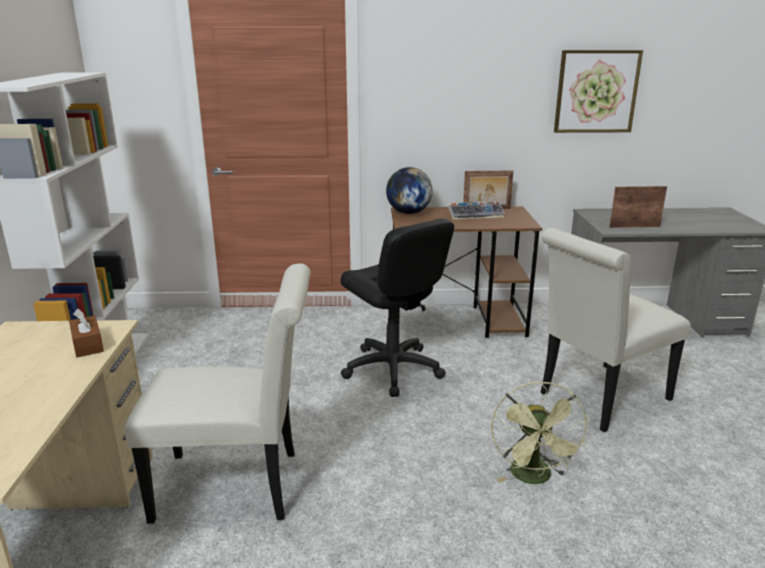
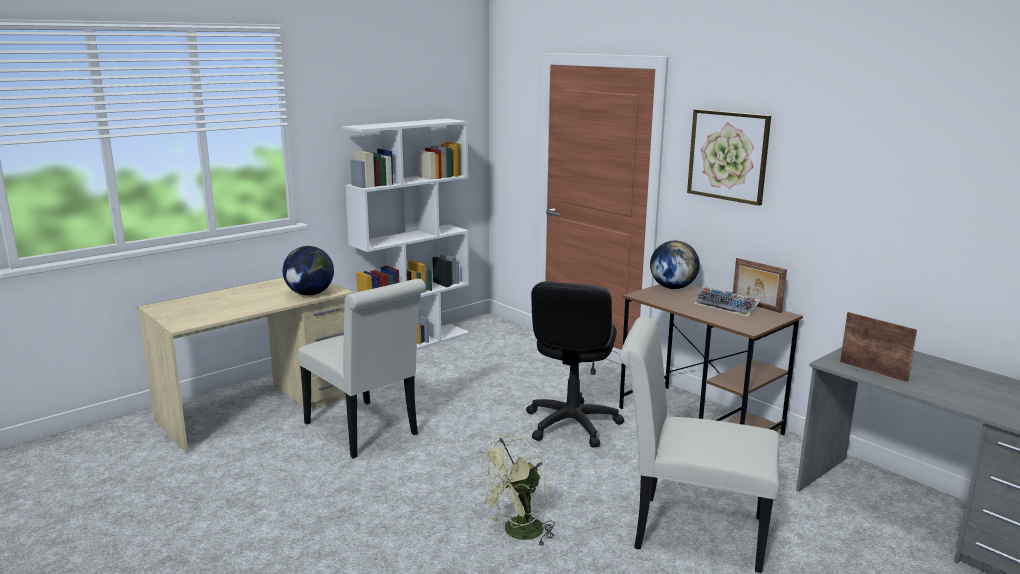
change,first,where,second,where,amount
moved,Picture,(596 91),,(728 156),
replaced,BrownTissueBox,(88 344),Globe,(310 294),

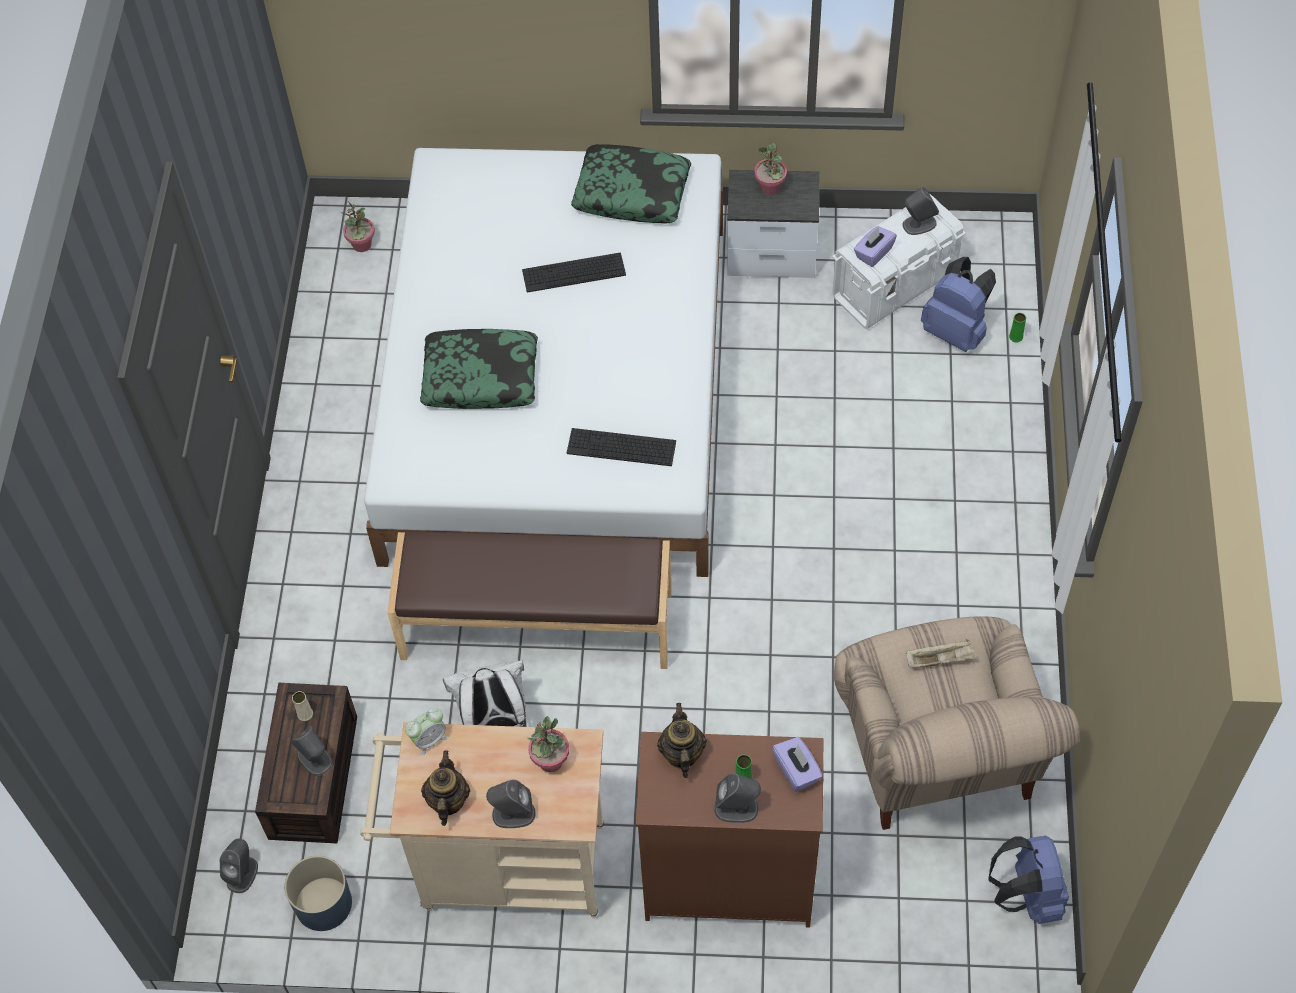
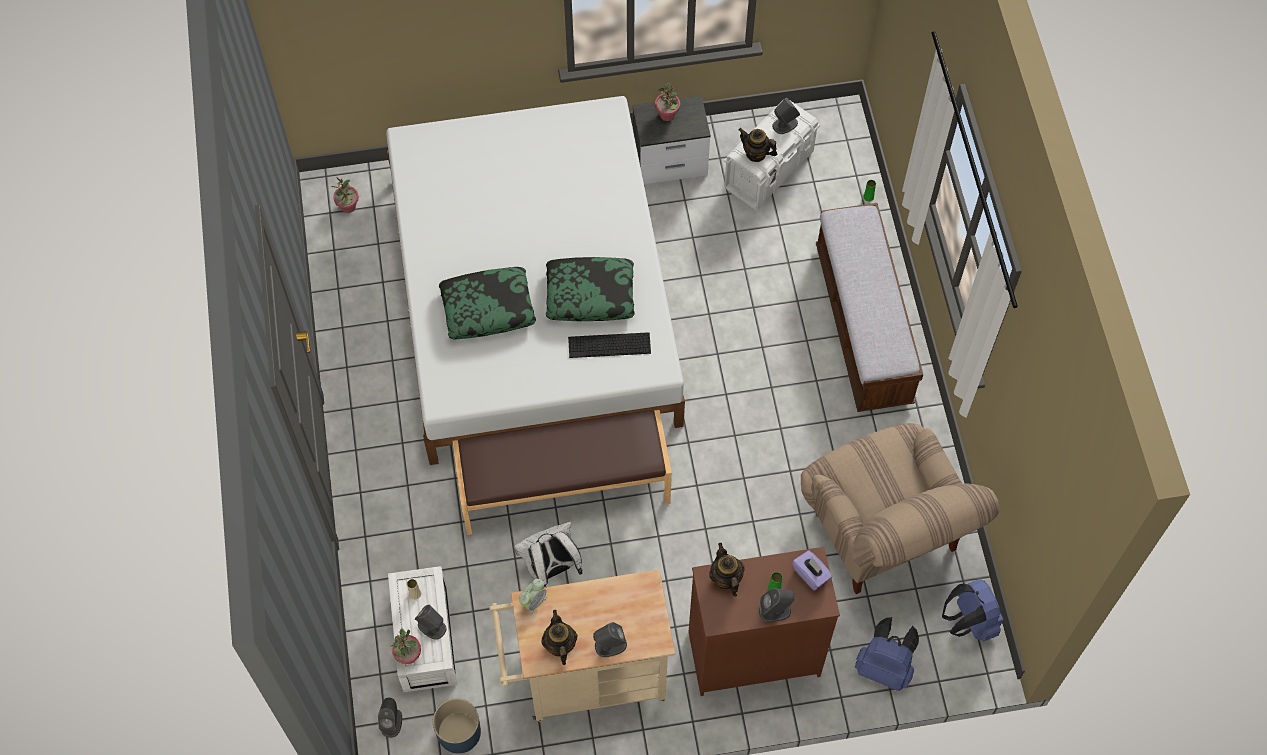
change,first,where,second,where,amount
removed,Keyboard,(574 272),,,
removed,BeigeTray,(940 659),,,
added,,,Bench,(862 325),
moved,PottedPlant,(550 761),,(408 656),
moved,Pillow,(632 192),,(590 294),
moved,BlueBackpack,(956 331),,(884 667),
replaced,PurpleTissueBox,(873 253),Teapot,(756 154),
recoloured,BrownStorageBox,(315 779),WhiteStorageBox,(427 639),

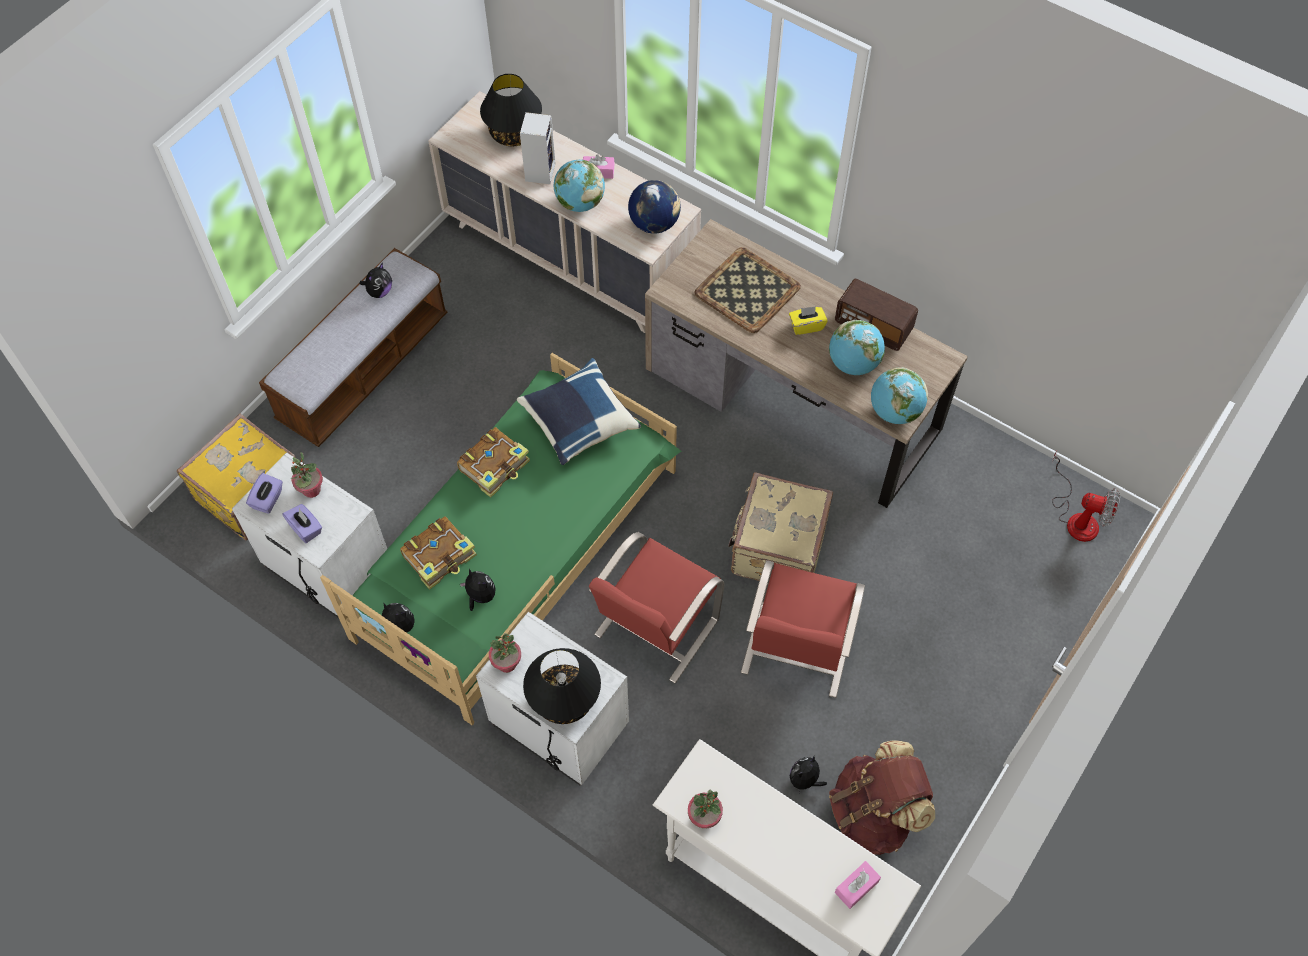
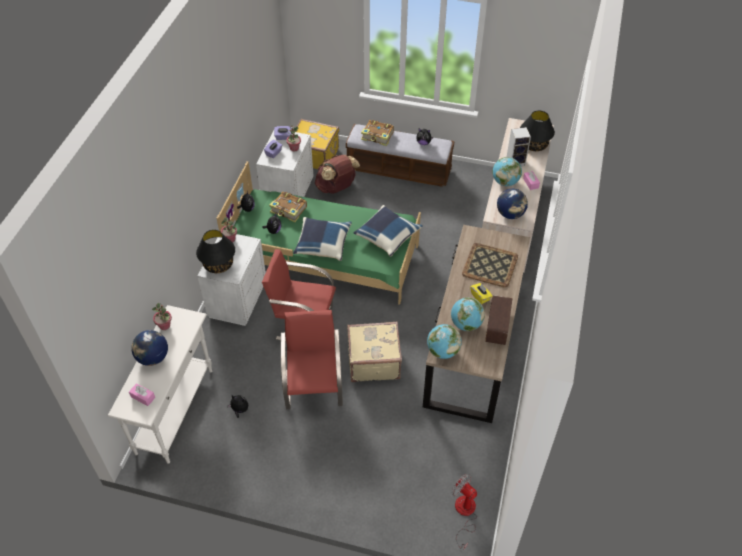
change,first,where,second,where,amount
added,,,Globe,(153 358),
added,,,BluePillow,(322 245),
moved,Book,(495 466),,(378 137),
moved,BrownBackpack,(874 812),,(336 188),
turned,RedChair,(796 650),,(314 387),90 degrees clockwise
turned,Fan,(1077 517),,(464 513),135 degrees clockwise

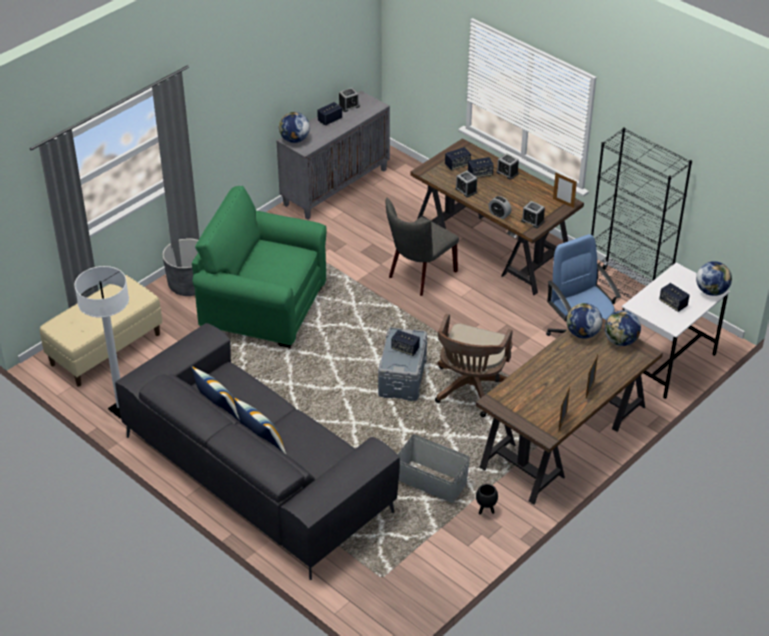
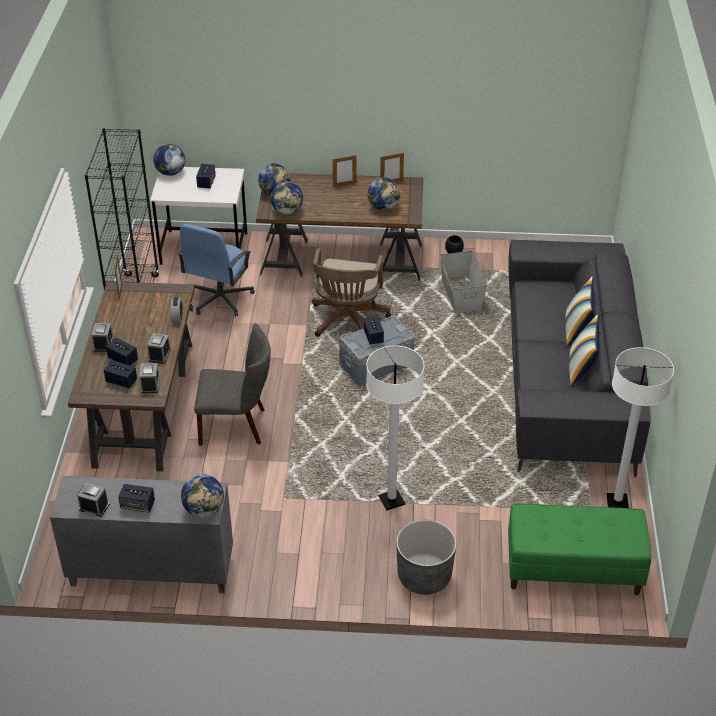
change,first,where,second,where,amount
added,,,Globe,(383 207),
moved,AlarmClock,(532 221),,(150 385),
replaced,GreenArmchair,(263 306),WhiteFloorLamp,(391 500),
recoloured,BeigeBench,(105 349),GreenBench,(572 570),
turned,BrownOfficeChair,(471 391),,(347 322),120 degrees clockwise

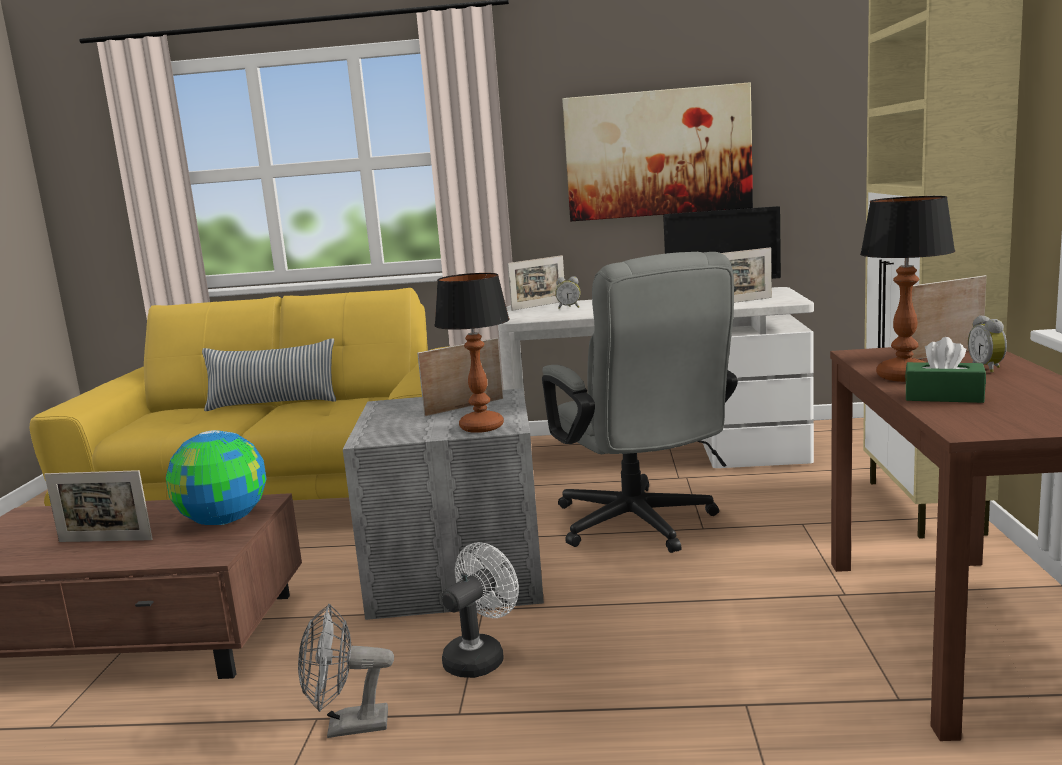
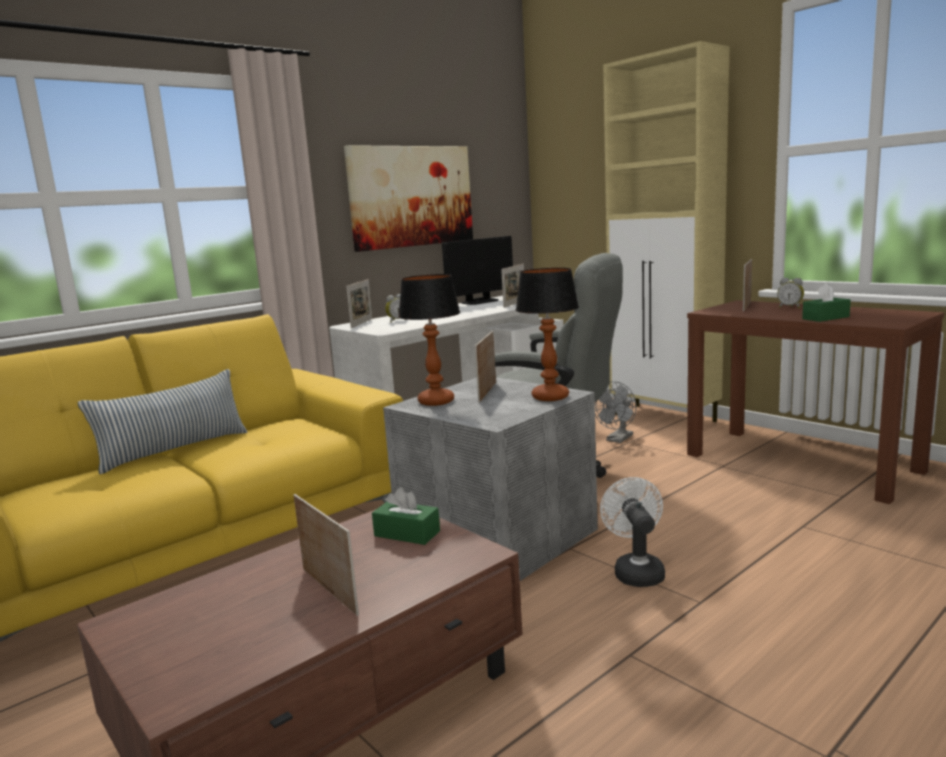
change,first,where,second,where,amount
moved,GreyFan,(347 727),,(617 439),
moved,TableLamp,(904 377),,(436 401),
replaced,Globe,(225 521),GreenTissueBox,(407 533),
turned,PictureFrame,(105 540),,(329 591),90 degrees counterclockwise

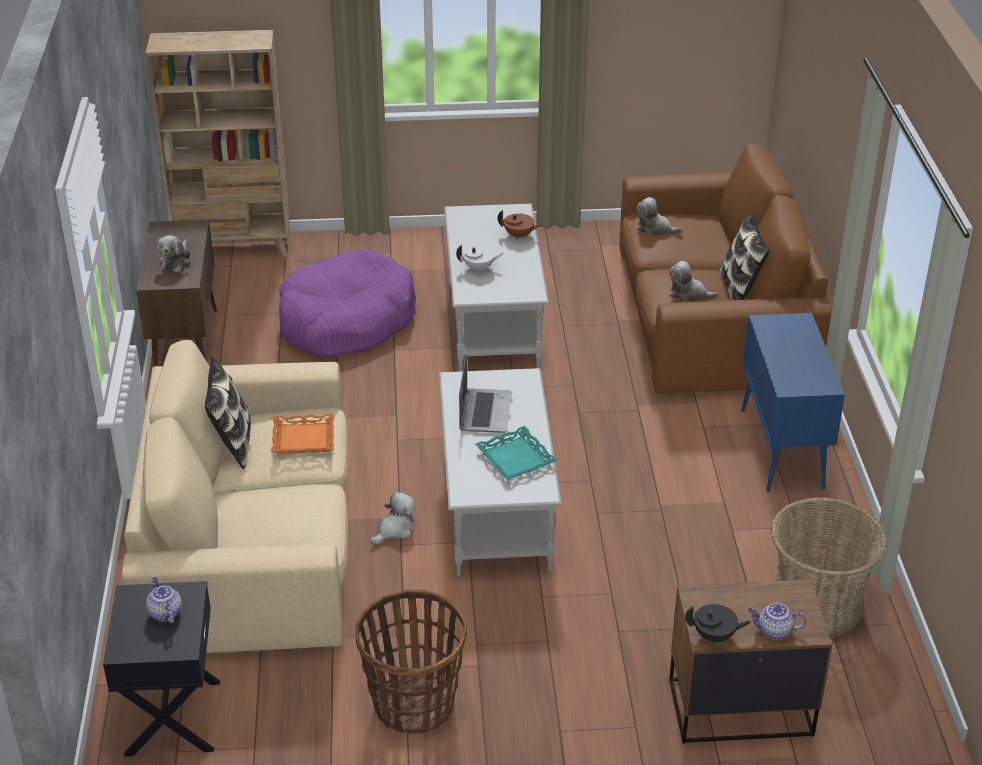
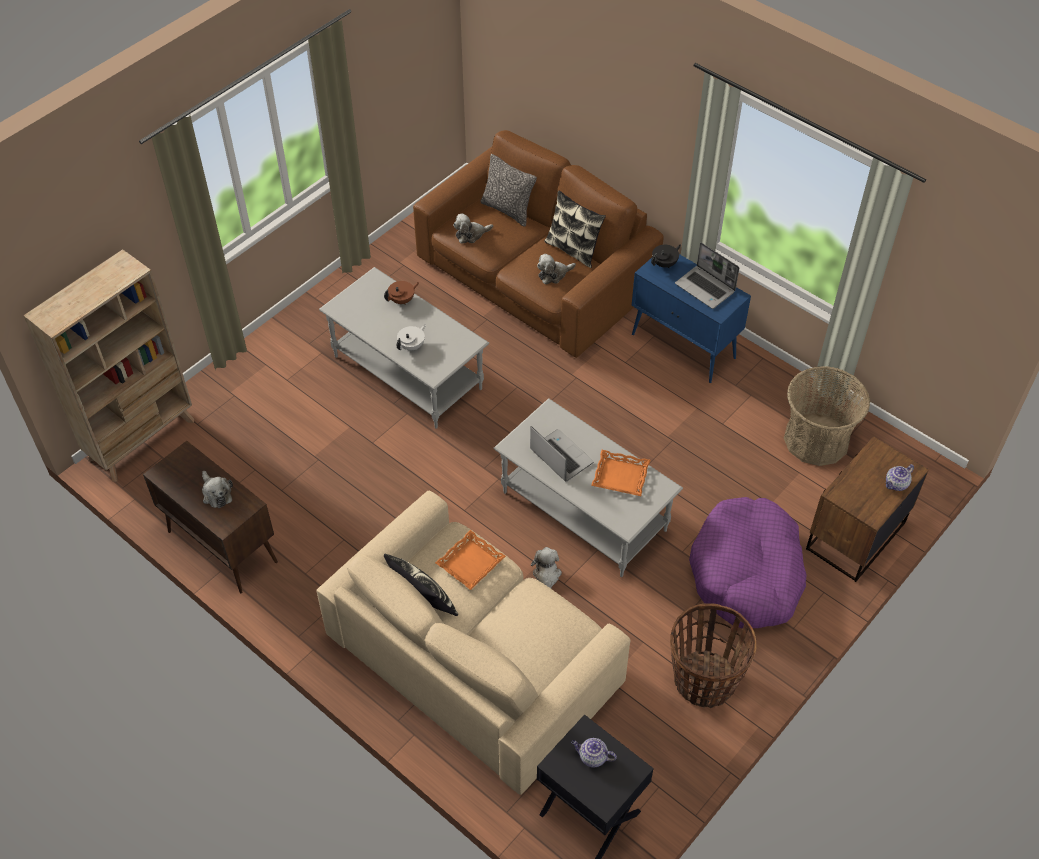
change,first,where,second,where,amount
added,,,Pillow,(508 210),
added,,,Laptop,(705 288),
moved,PurpleDogBed,(346 321),,(747 573),
moved,BlackTeapot,(714 636),,(665 264),
recoloured,TurquoiseTray,(515 458),OrangeTray,(620 477),

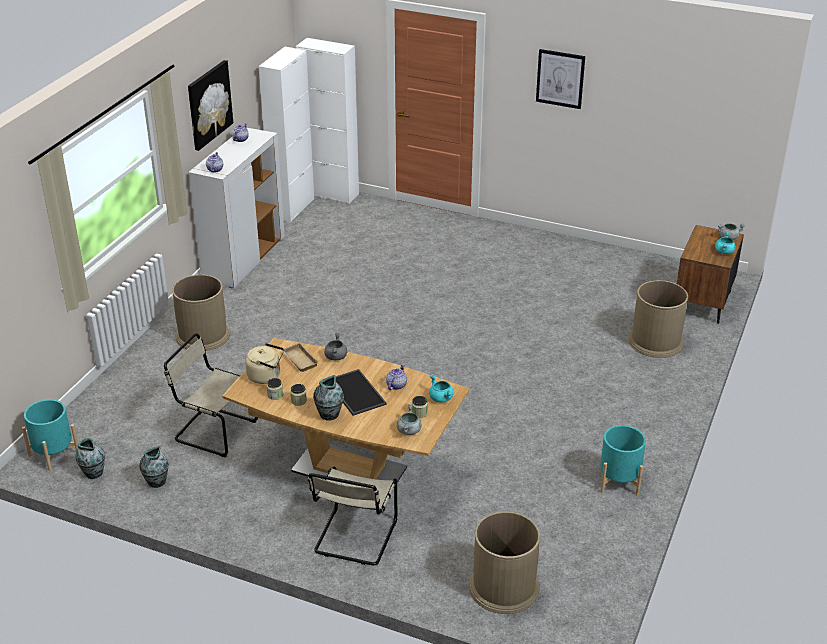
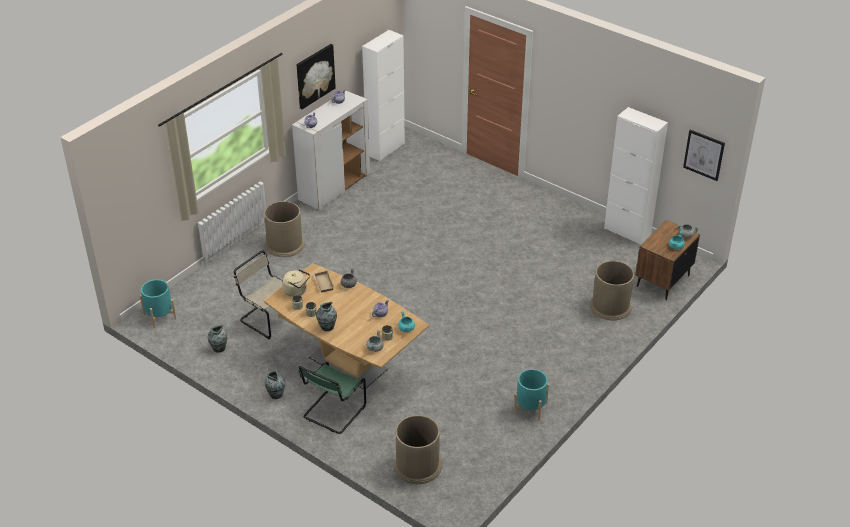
change,first,where,second,where,amount
removed,Tray,(354 392),,,
moved,Vase,(93 473),,(276 394),
moved,WhiteCabinet,(331 194),,(627 232),
moved,Picture,(560 78),,(704 155),
recoloured,BeigeChair,(354 538),GreenChair,(333 413),

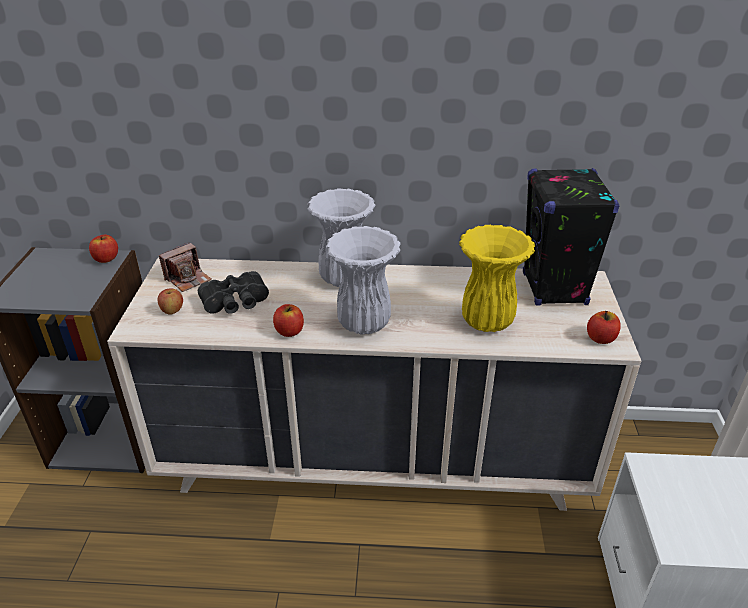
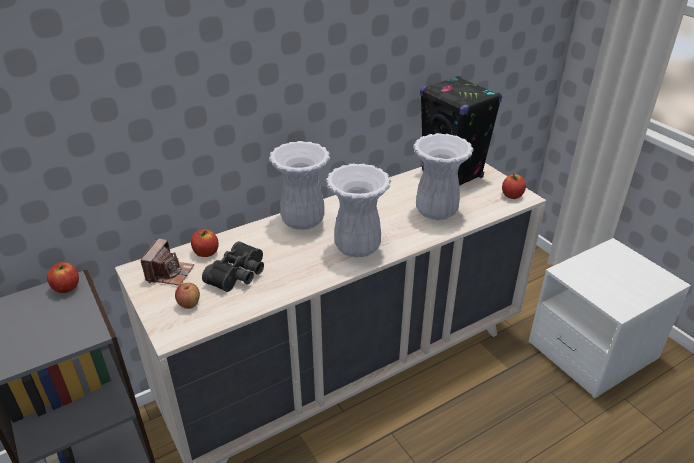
change,first,where,second,where,amount
moved,Apple,(289 331),,(206 252),
recoloured,YellowVase,(488 322),WhiteVase,(437 212),

